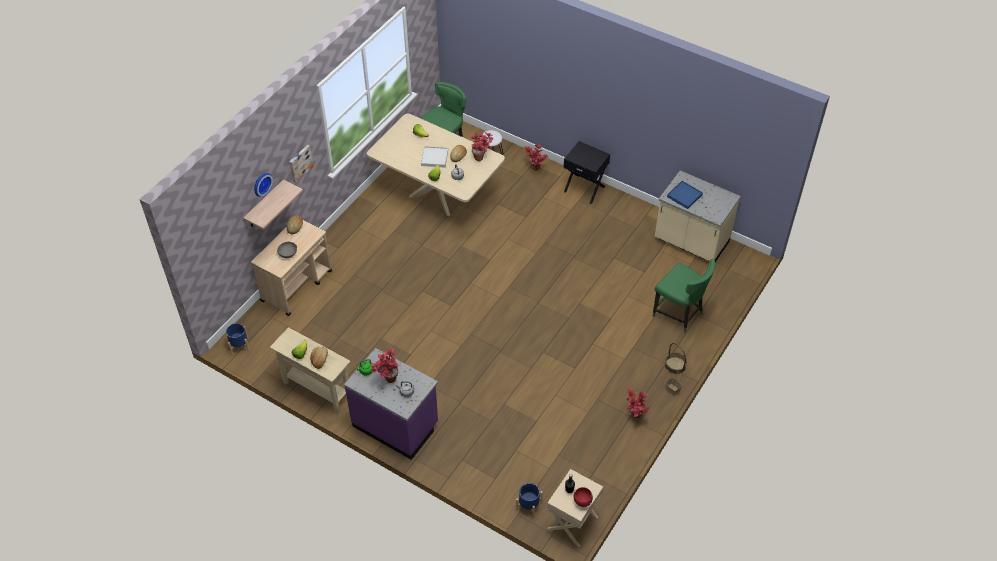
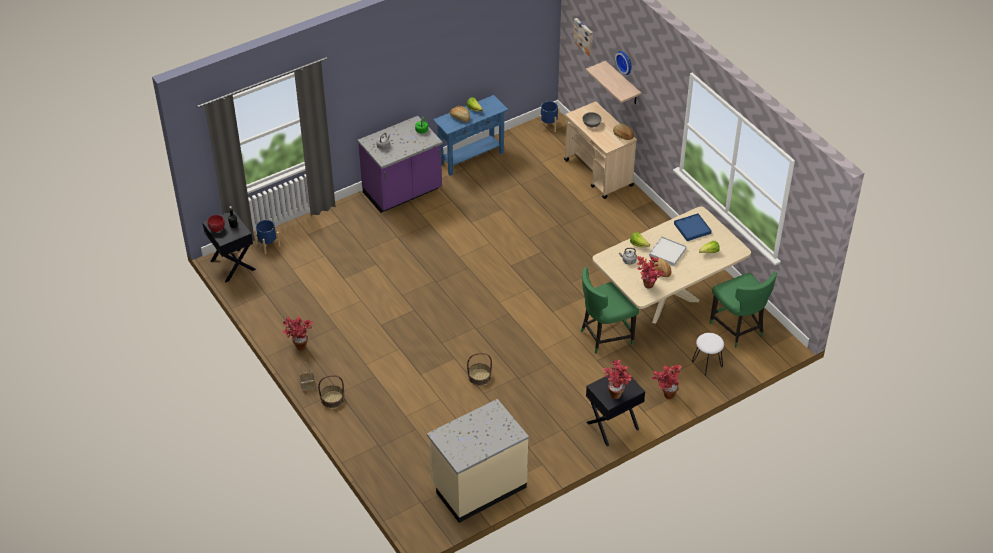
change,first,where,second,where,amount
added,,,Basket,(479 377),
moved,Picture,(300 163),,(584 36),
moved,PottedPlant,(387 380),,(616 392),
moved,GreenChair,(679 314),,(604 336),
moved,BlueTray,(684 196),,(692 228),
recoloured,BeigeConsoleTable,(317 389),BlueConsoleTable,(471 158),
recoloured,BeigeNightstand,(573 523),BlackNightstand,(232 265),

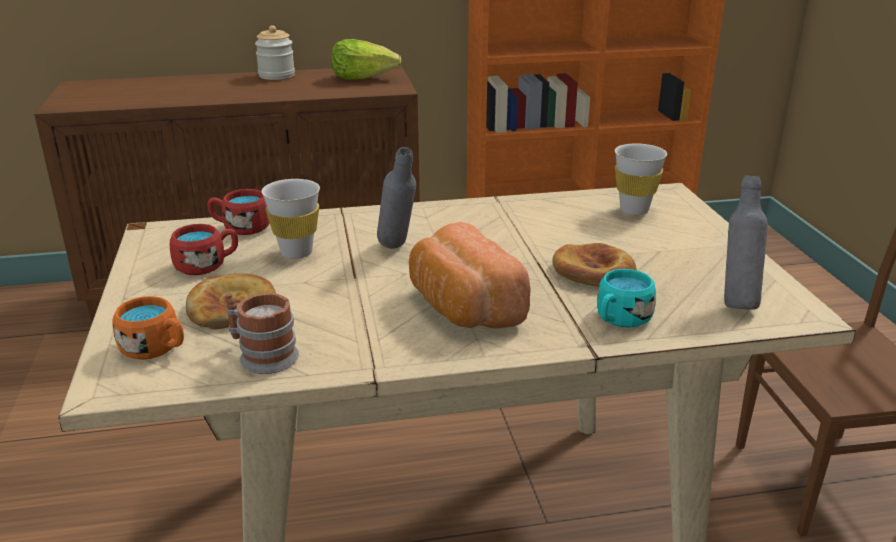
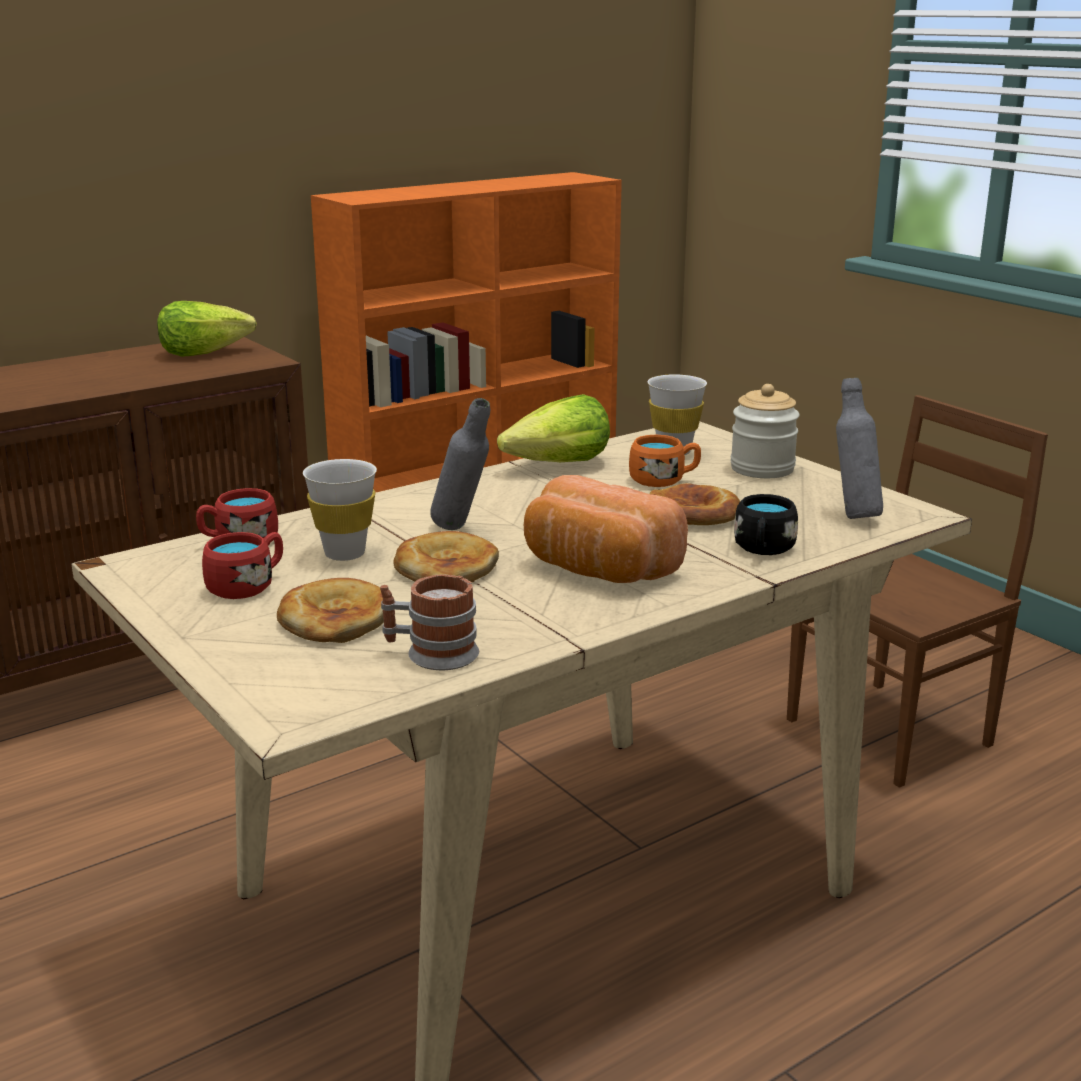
change,first,where,second,where,amount
added,,,Bread,(446 567),
added,,,Lettuce,(559 465),
moved,OrangeMug,(156 349),,(664 480),
moved,Jar,(276 75),,(762 469),
recoloured,TurquoiseMug,(619 319),BlackMug,(763 549),

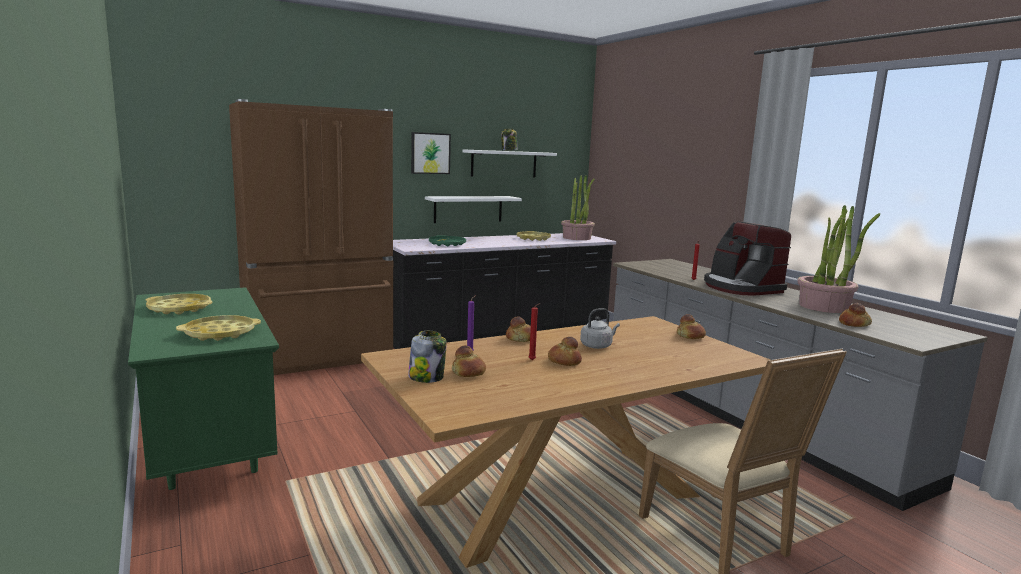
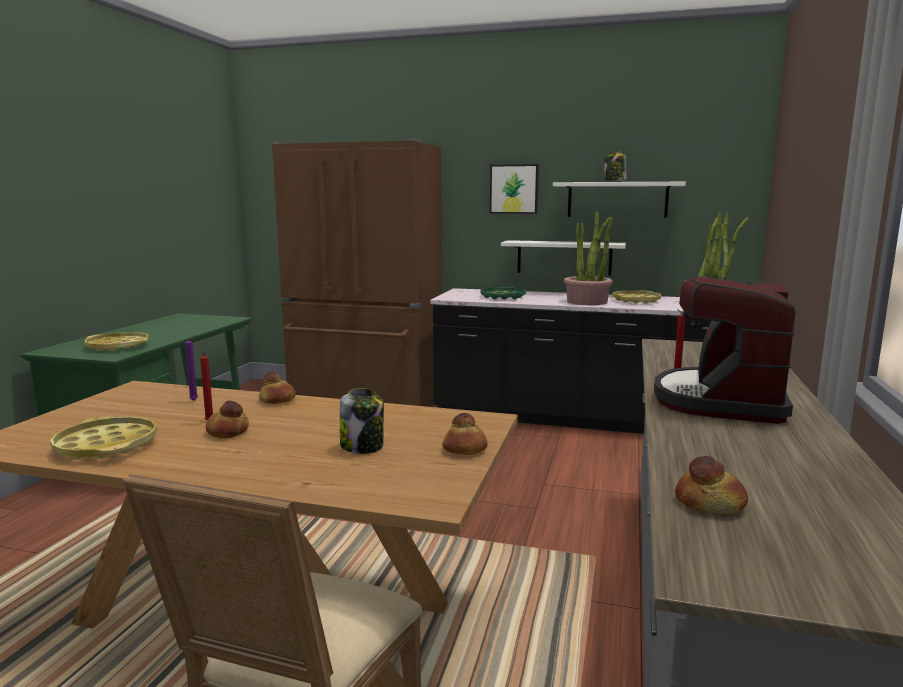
change,first,where,second,where,amount
removed,Bread,(468 373),,,
removed,GreyKettle,(597 346),,,
moved,YellowTray,(179 308),,(107 446),
moved,Jar,(427 377),,(363 446),
moved,PottedPlant,(824 307),,(587 302),

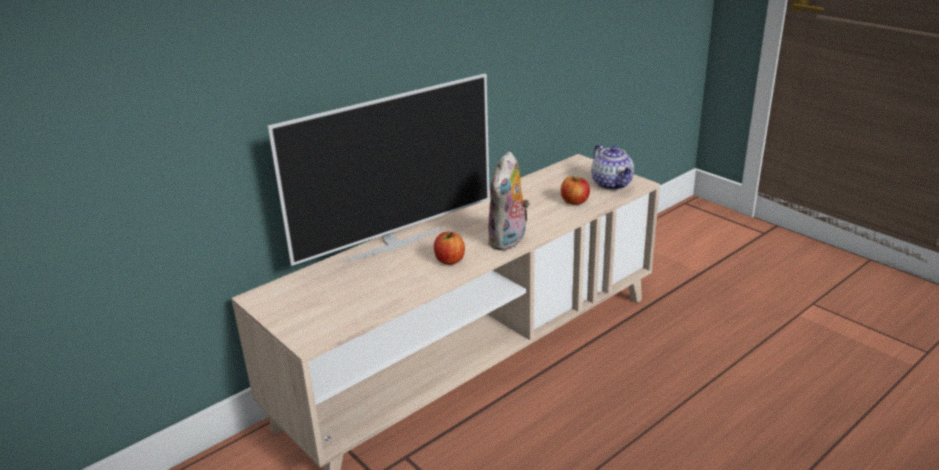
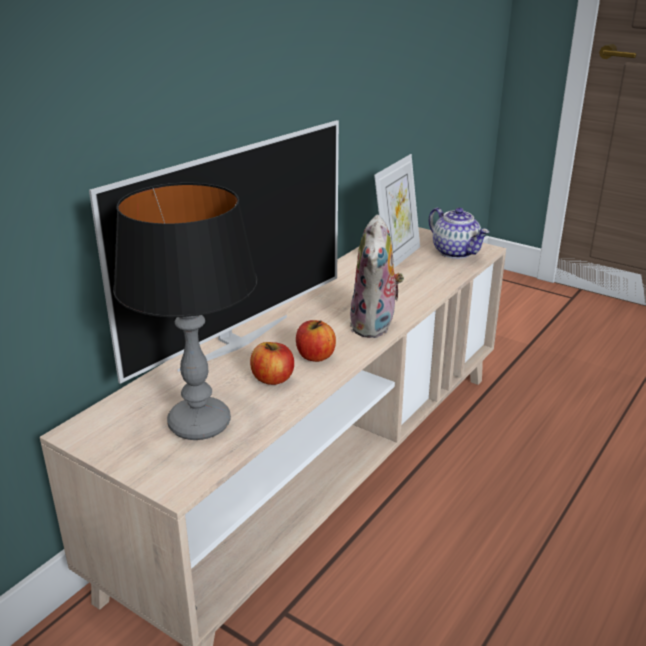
change,first,where,second,where,amount
added,,,TableLamp,(200 424),
added,,,PictureFrame,(396 258),
moved,Apple,(574 201),,(273 379),

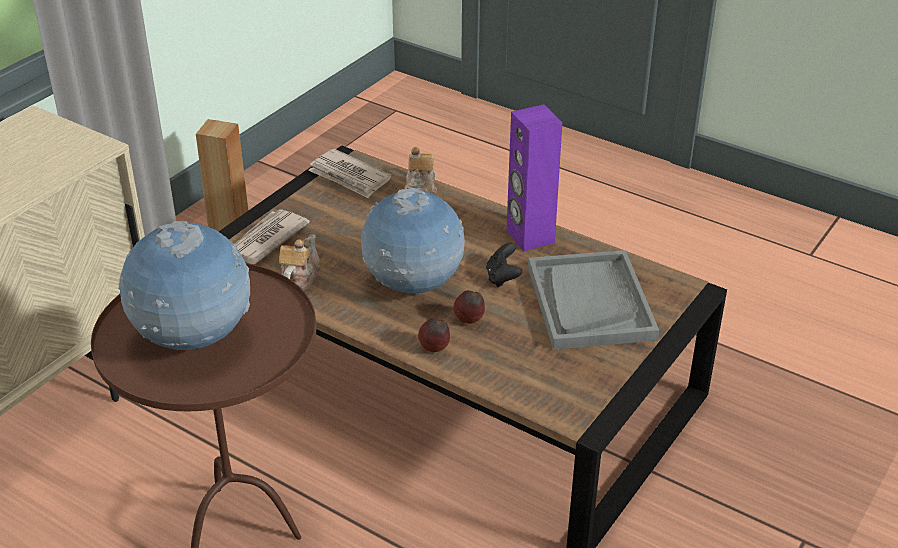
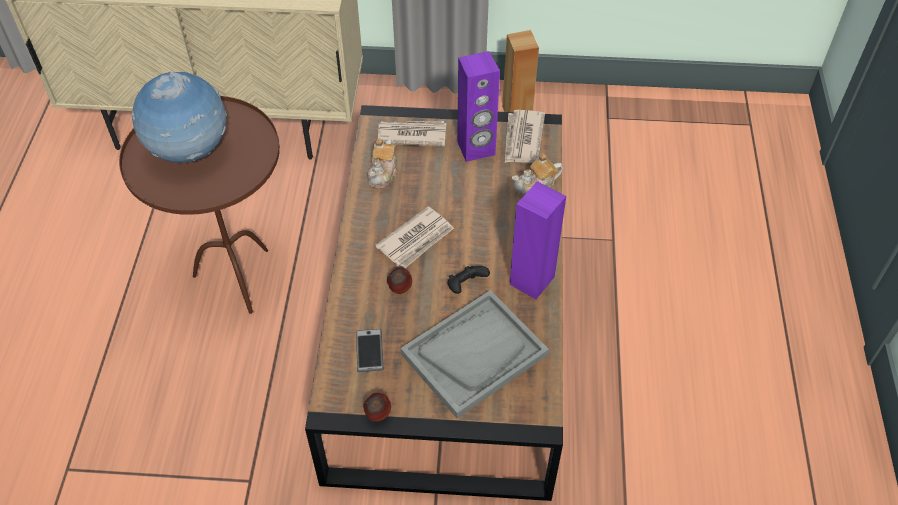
change,first,where,second,where,amount
added,,,Phone,(369 351),
added,,,PurpleSpeaker,(476 149),
moved,Apple,(435 350),,(377 415),
replaced,Globe,(413 287),Newspaper,(416 239),
turned,Teapot,(300 278),,(383 174),120 degrees clockwise

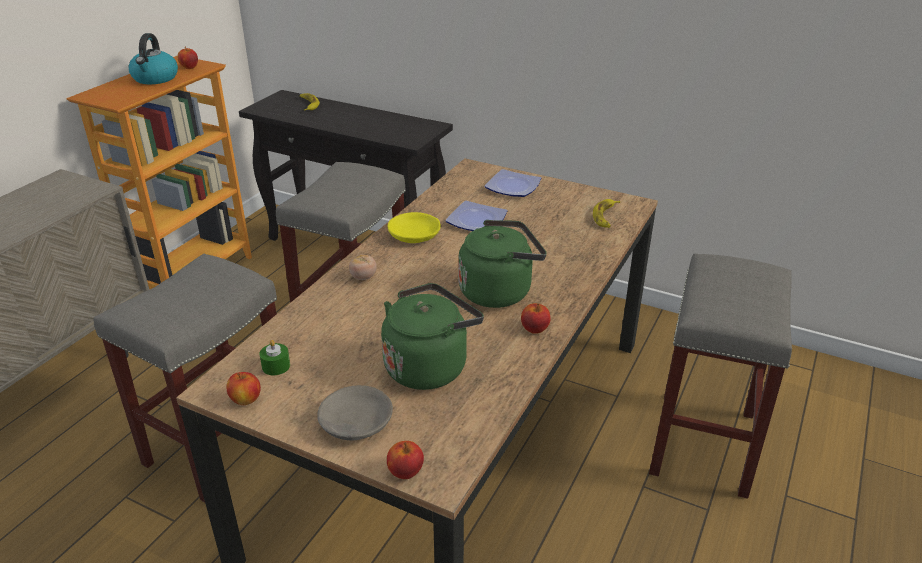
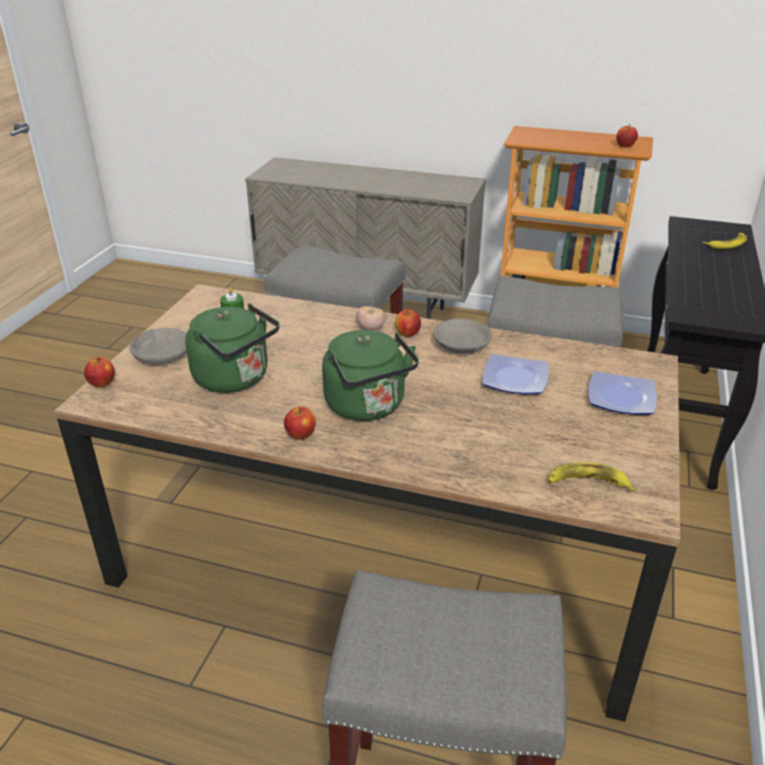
change,first,where,second,where,amount
removed,Kettle,(155 78),,,
moved,Apple,(246 400),,(407 334),
recoloured,YellowBowl,(415 236),GreyBowl,(461 345),

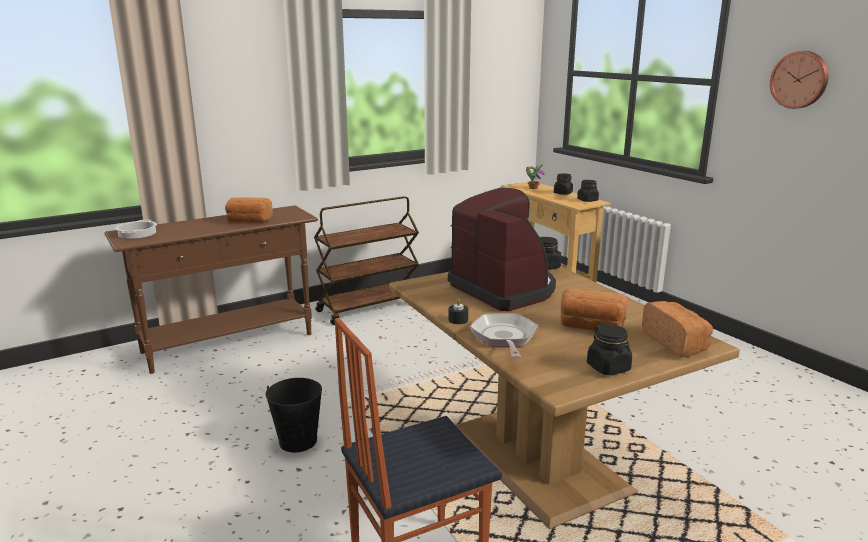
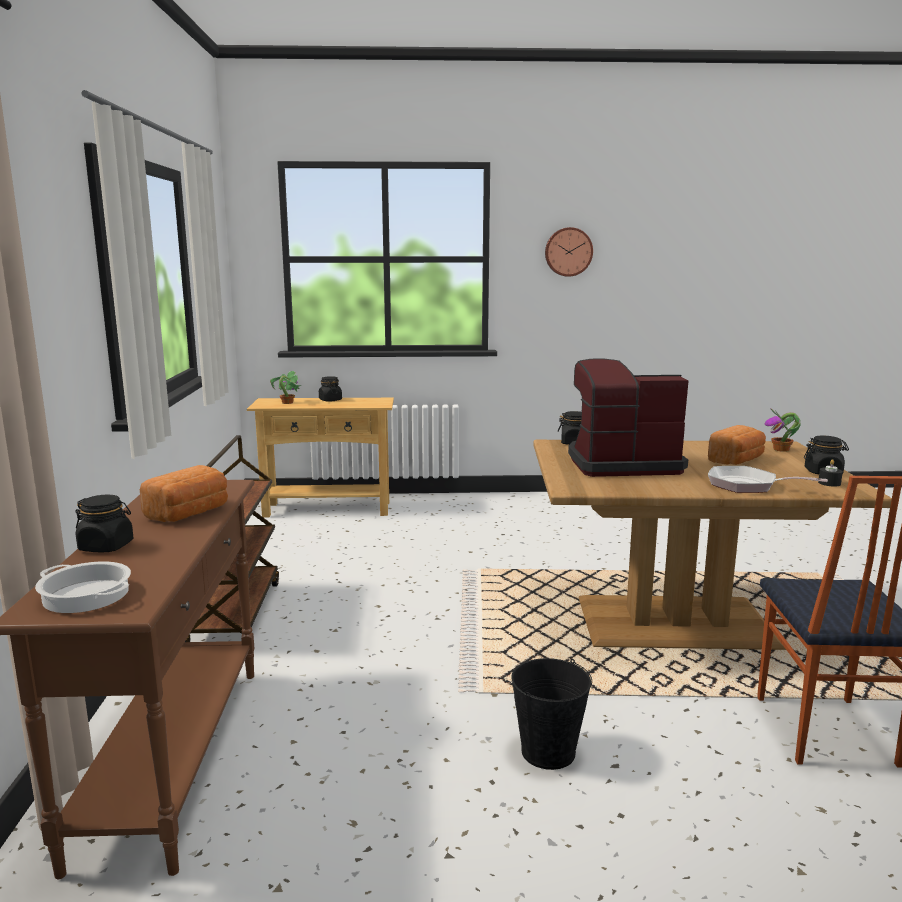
change,first,where,second,where,amount
moved,BlackCandle,(458 320),,(829 483),
moved,BlackJar,(587 200),,(106 546),
replaced,Bread,(676 343),PottedPlant,(781 449),

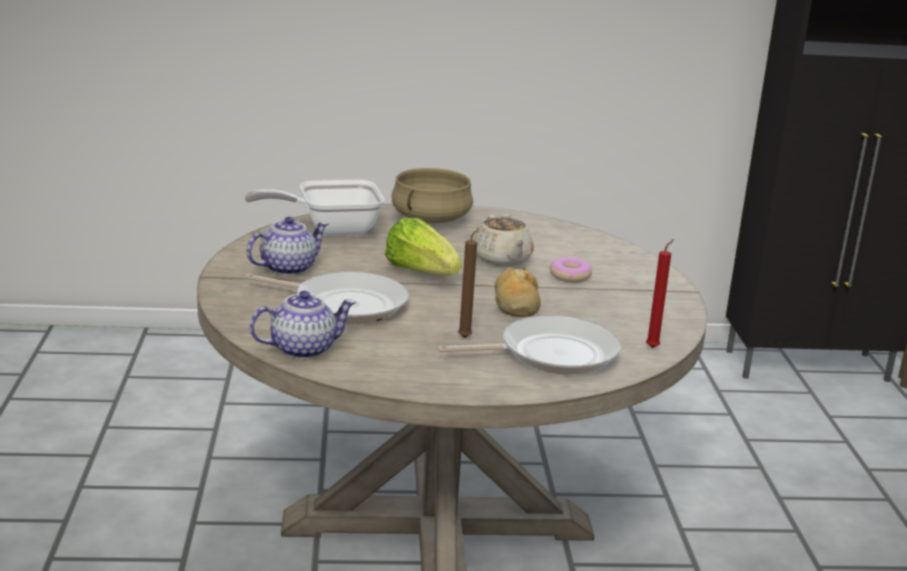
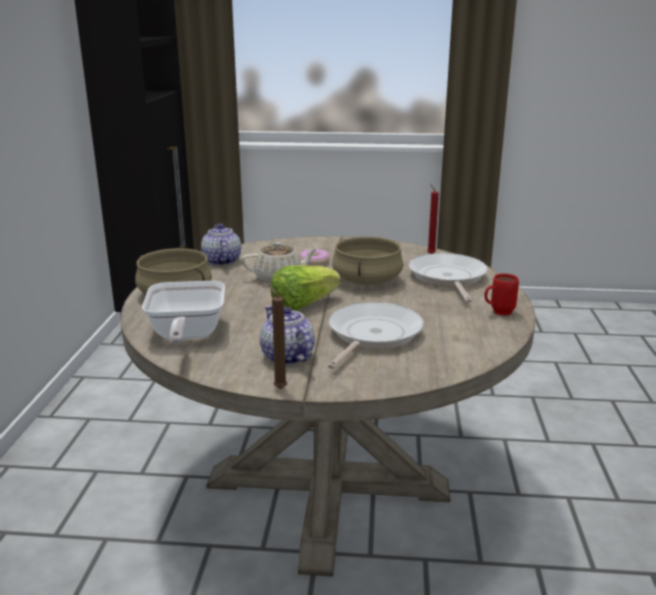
change,first,where,second,where,amount
added,,,RedMug,(498 313),
moved,Teapot,(303 349),,(221 261),
moved,BrownCandle,(466 337),,(279 388),
replaced,Bread,(516 304),BeigeCookingPot,(366 280),

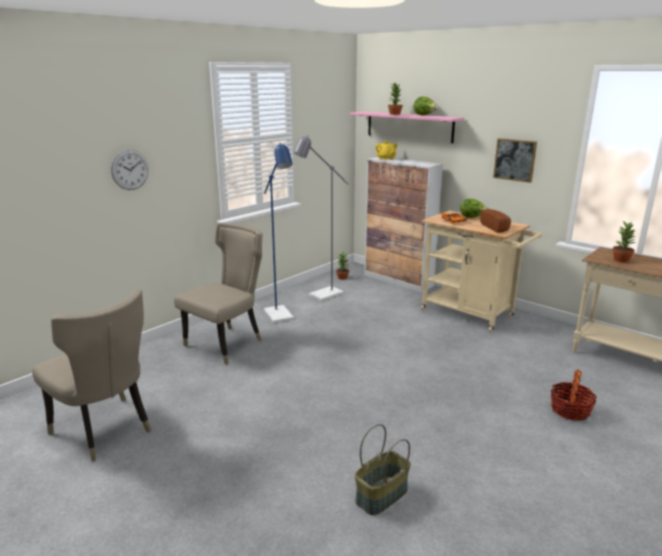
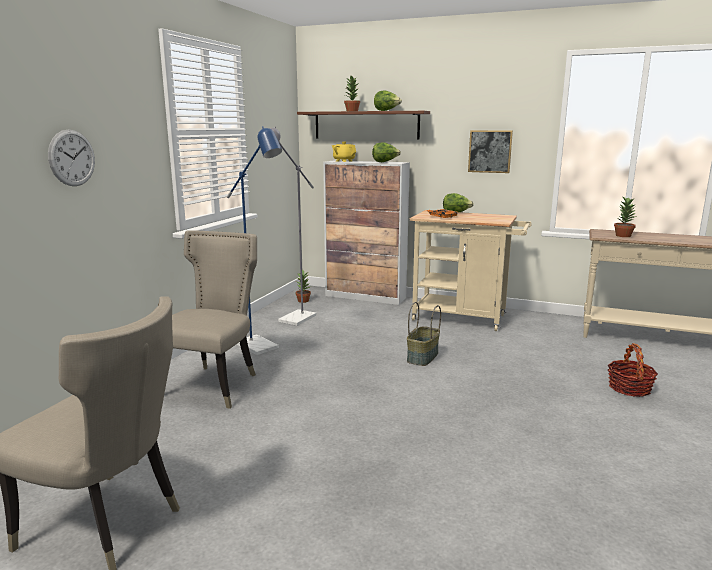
change,first,where,second,where,amount
removed,Bread,(496 228),,,
added,,,Lettuce,(385 162),
moved,Basket,(382 496),,(423 357),
recoloured,PinkShelf,(409 126),BrownShelf,(366 125),

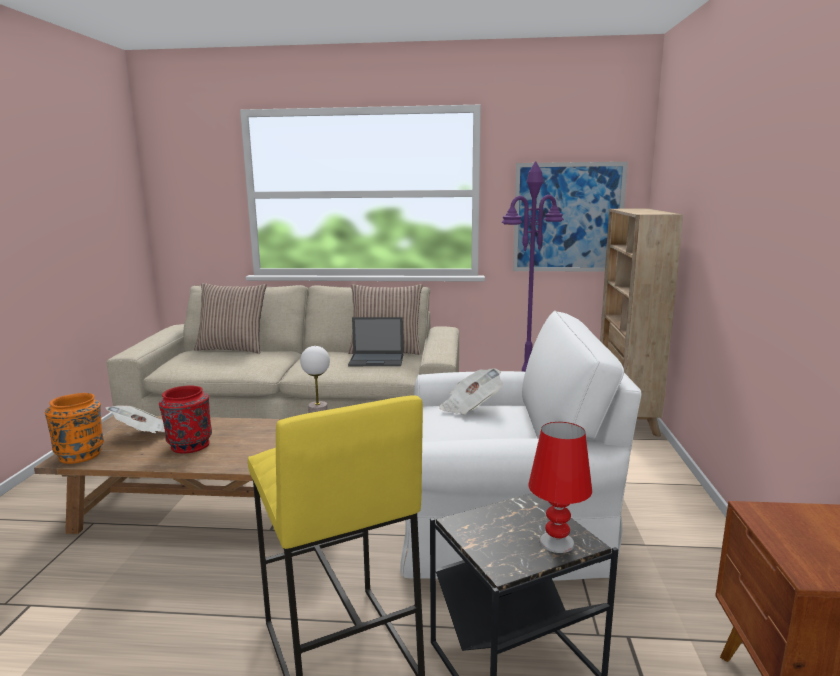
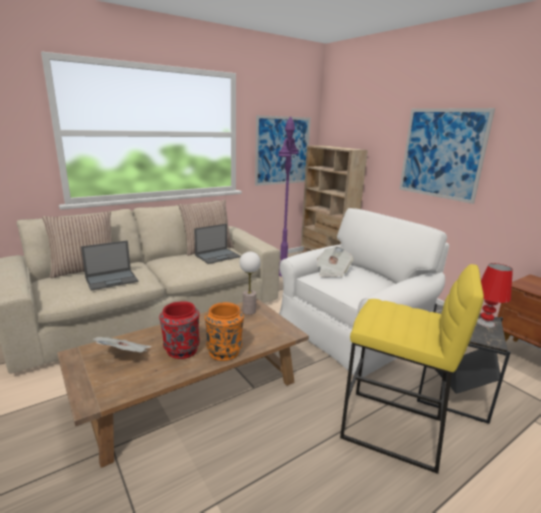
change,first,where,second,where,amount
added,,,Laptop,(112 279),
added,,,Picture,(441 153),
moved,OrangeVase,(81 455),,(224 351),

